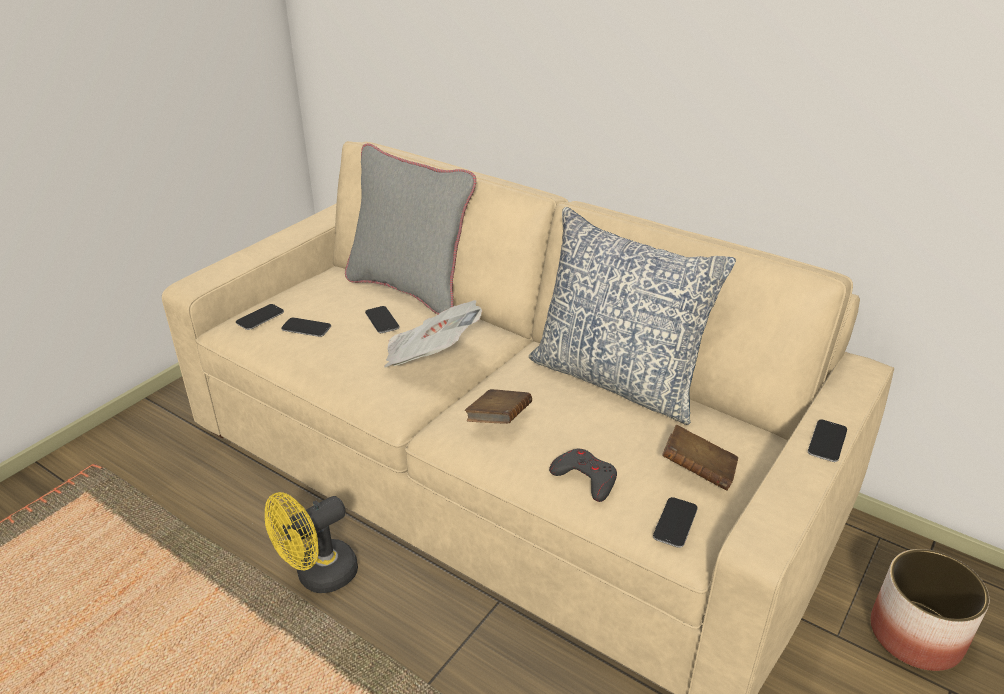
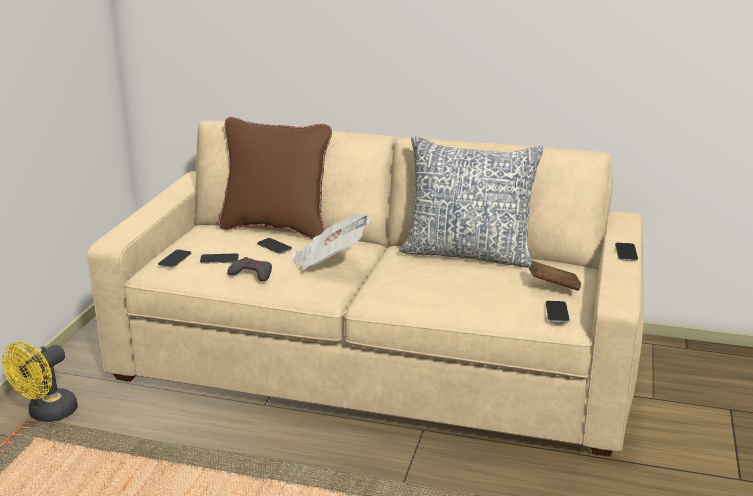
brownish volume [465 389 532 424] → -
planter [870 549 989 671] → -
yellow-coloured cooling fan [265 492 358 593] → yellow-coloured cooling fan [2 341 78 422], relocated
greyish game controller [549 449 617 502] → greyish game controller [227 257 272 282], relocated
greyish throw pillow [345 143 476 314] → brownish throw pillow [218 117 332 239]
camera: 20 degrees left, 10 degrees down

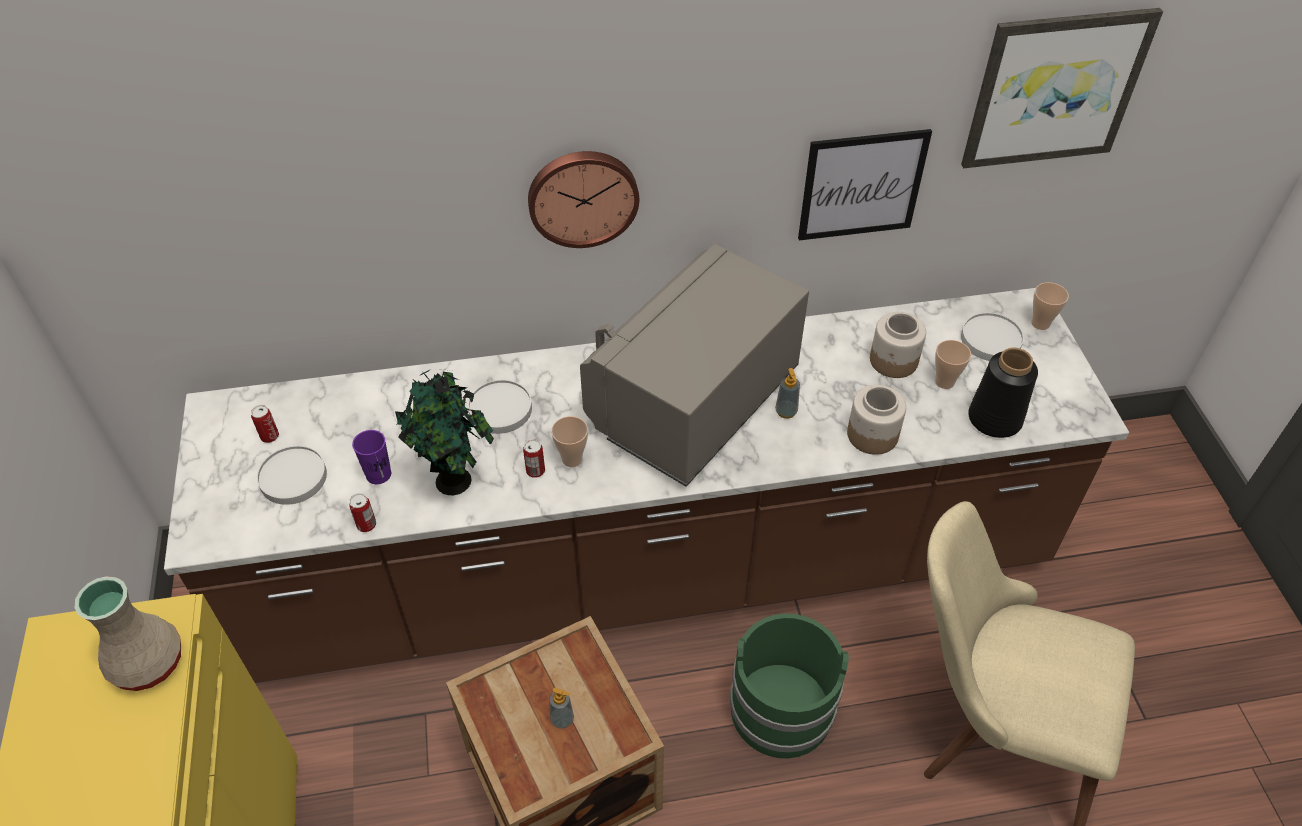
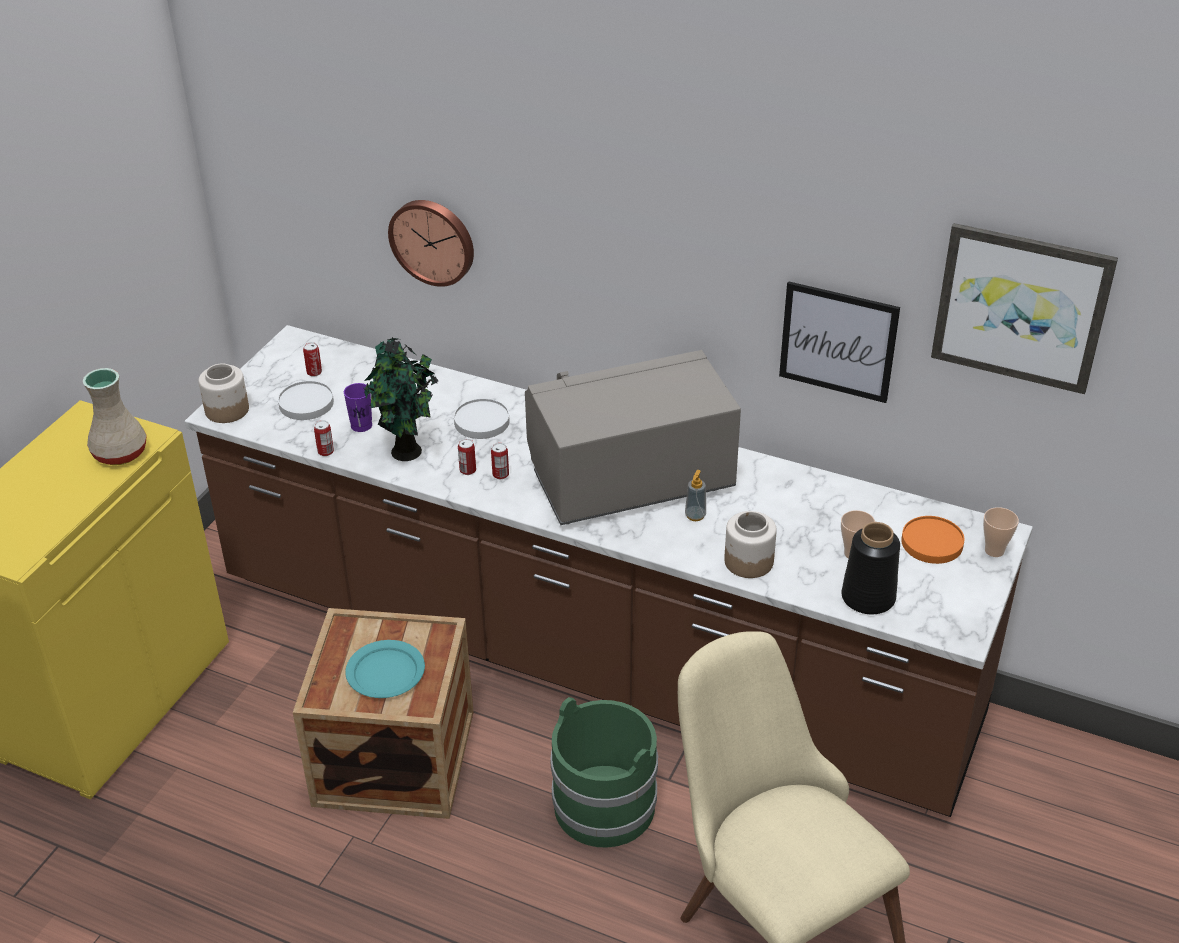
hanging clock [528 151 639 248] → hanging clock [388 200 474 287], relocated
storage jar [870 312 926 378] → storage jar [198 364 249 423], relocated
soap bottle [549 687 574 729] → turquoise-coloured dinner plate [345 640 425 698]
drinking cup [551 416 588 467] → sealed can [491 443 509 479]
white dinner plate [961 313 1024 361] → orangey dinner plate [901 516 964 564]
camera: 35 degrees right, 10 degrees down

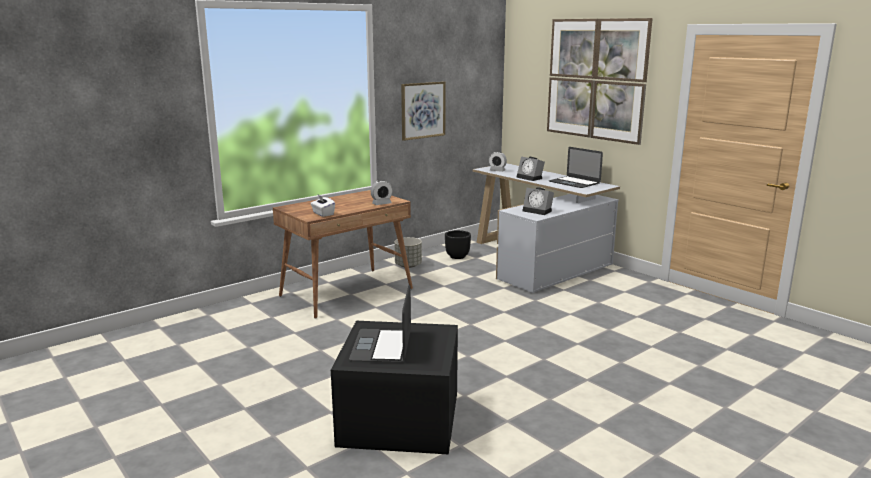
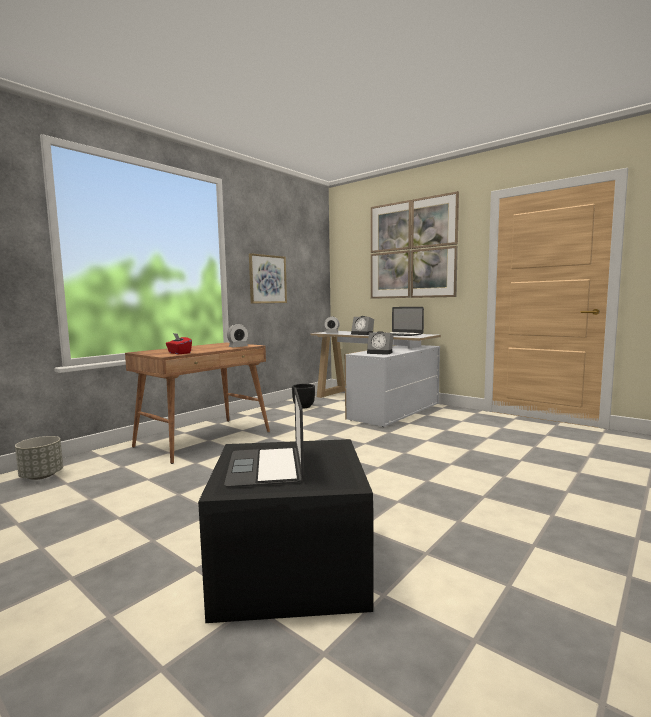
greyish planter [394 237 422 268] → greyish planter [15 436 63 480], relocated
white box of tissues [311 195 335 217] → red box of tissues [166 333 192 354]
camera: 10 degrees left, 10 degrees down

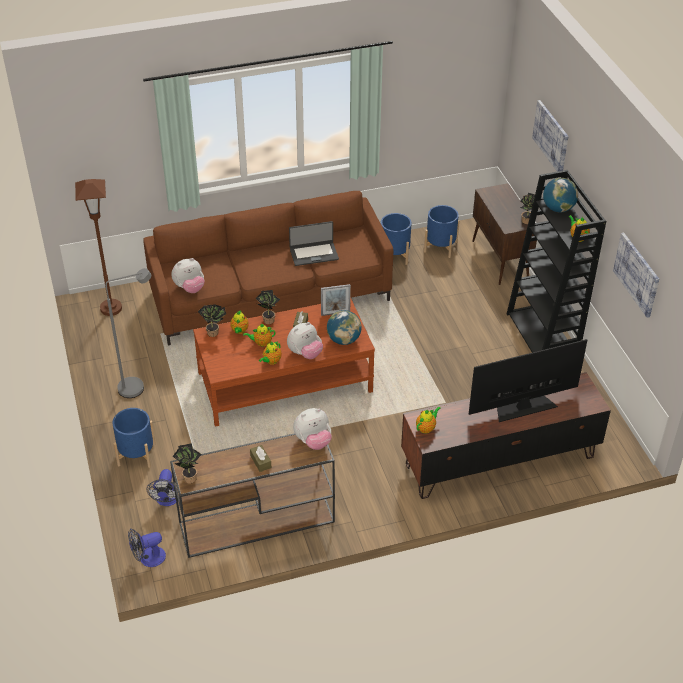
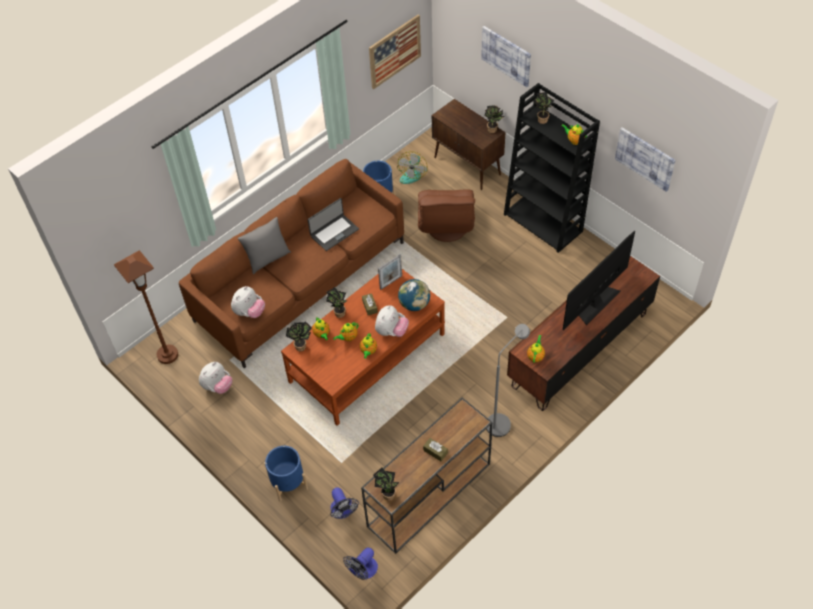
- → greyish throw pillow [238 217 291 274]
- → wall picture [369 15 421 89]
- → brownish armchair [418 189 475 242]
greyish floor lamp [105 268 151 398] → greyish floor lamp [486 324 530 437], relocated
cuddly toy [293 408 332 450] → cuddly toy [199 362 233 394], relocated
blue planter [424 205 459 258] → cooling fan [397 151 428 184]
globe [543 178 578 212] → plant in a pot [533 92 555 124]
camera: 25 degrees left, 10 degrees up

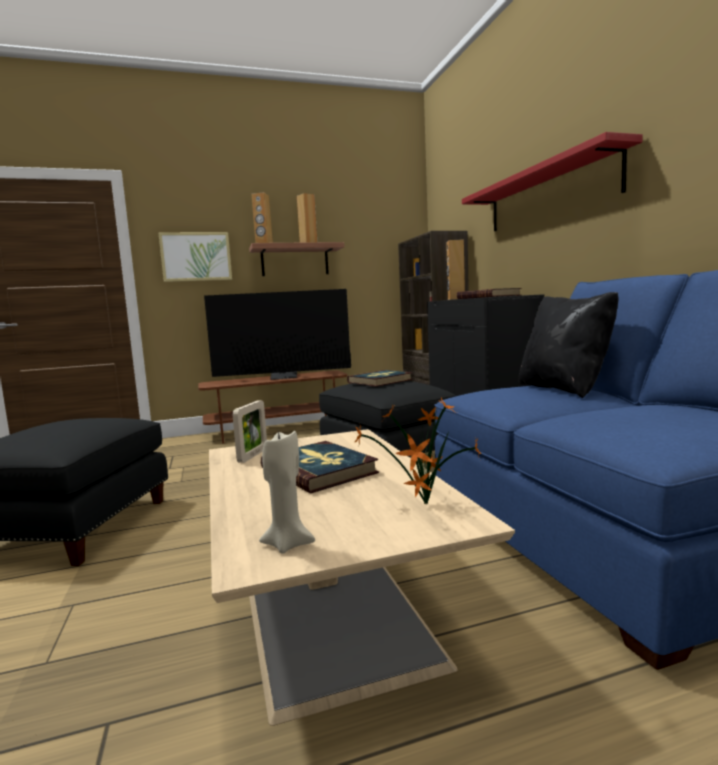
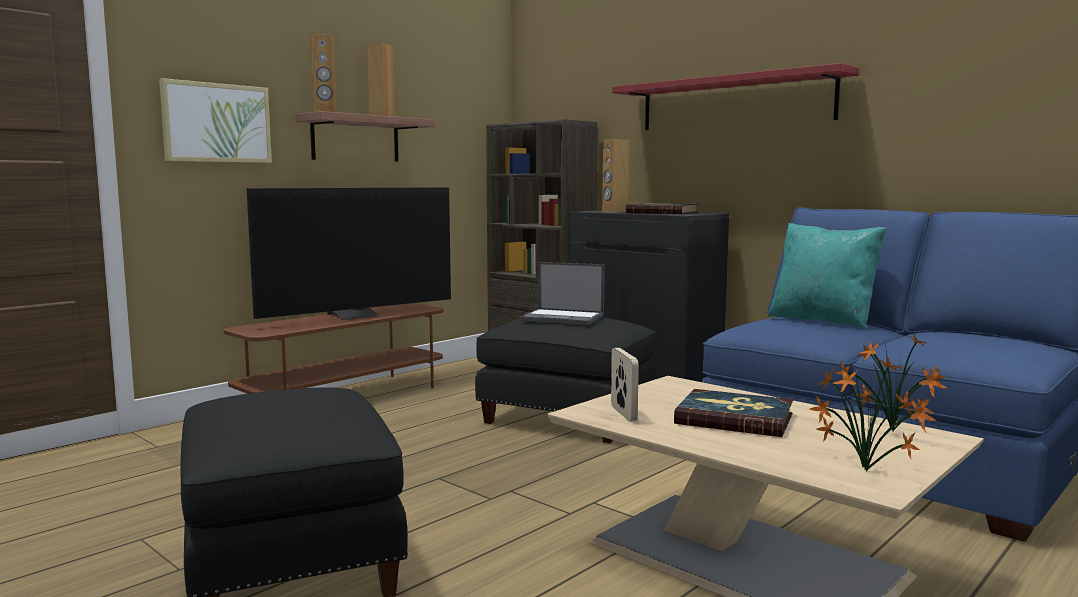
beige candle [259 430 315 554] → plant in a pot [809 357 936 472]
volume [347 370 413 387] → notebook computer [520 262 605 325]
black-coloured throw pillow [519 292 619 398] → turquoise-coloured throw pillow [768 223 886 329]
camera: 30 degrees left, 0 degrees up

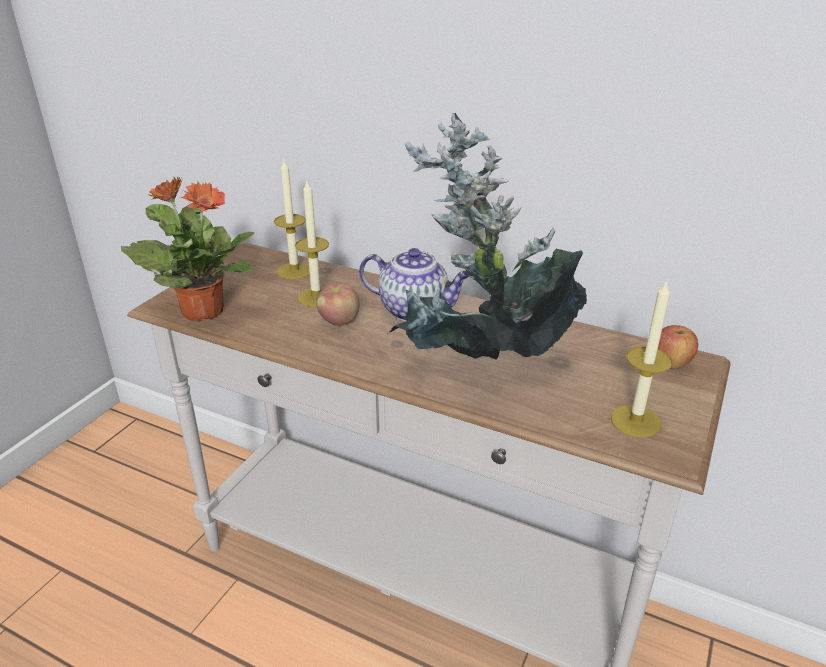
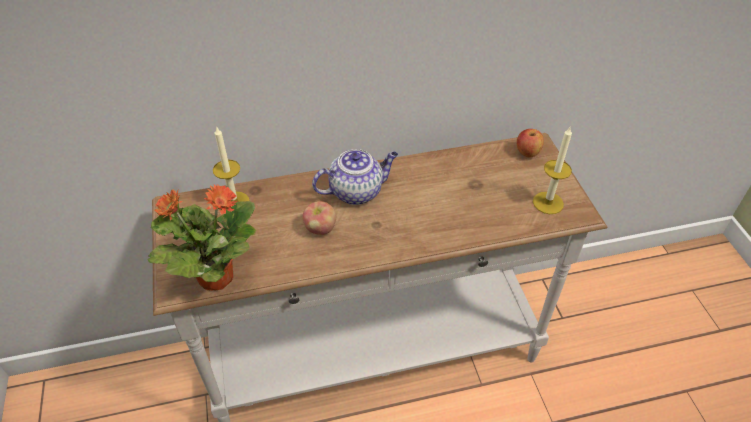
candle [295 179 329 307] → -
plant in a pot [389 113 587 359] → -
camera: 40 degrees left, 15 degrees up

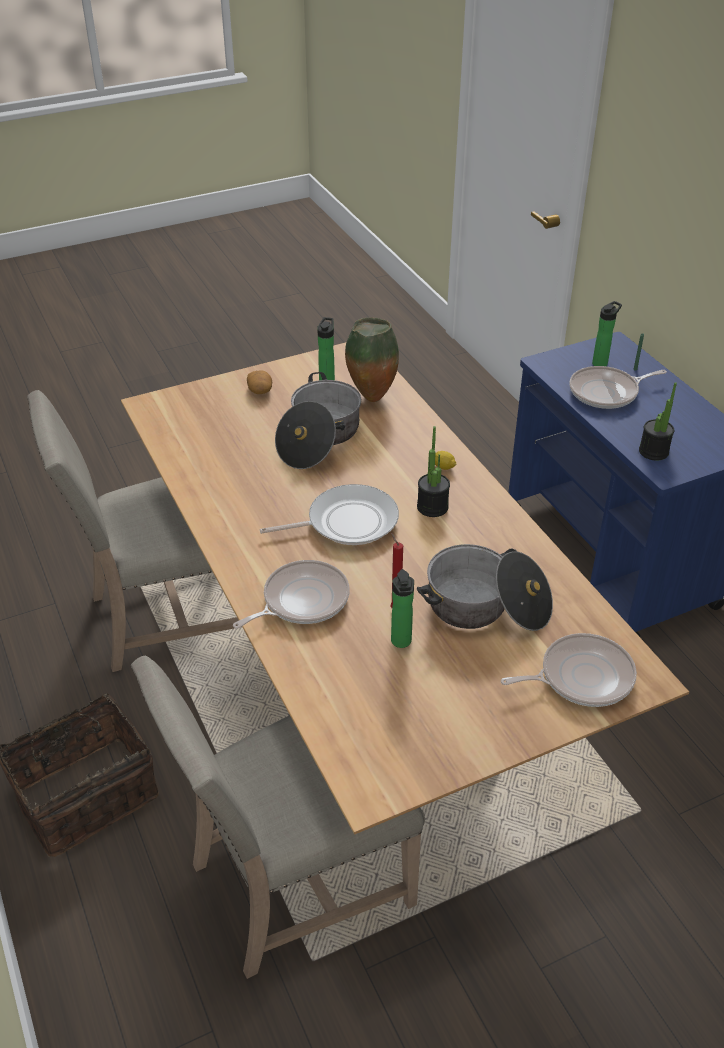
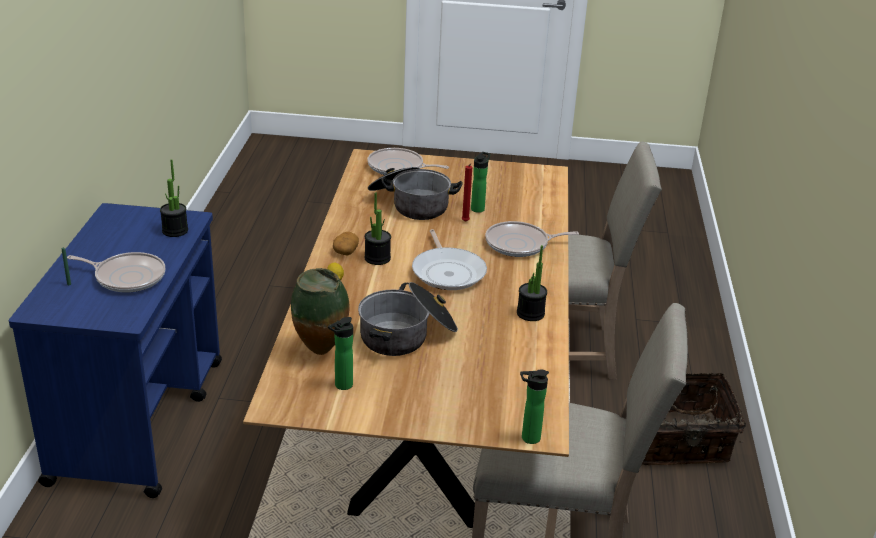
- → plant in a pot [517 245 547 321]
spud [247 370 272 394] → spud [333 232 359 255], relocated
beverage bottle [592 301 622 366] → beverage bottle [520 369 549 444], relocated
pan [260 484 399 545] → pan [412 229 487 290], 120 degrees counterclockwise
camera: 150 degrees left, 10 degrees down

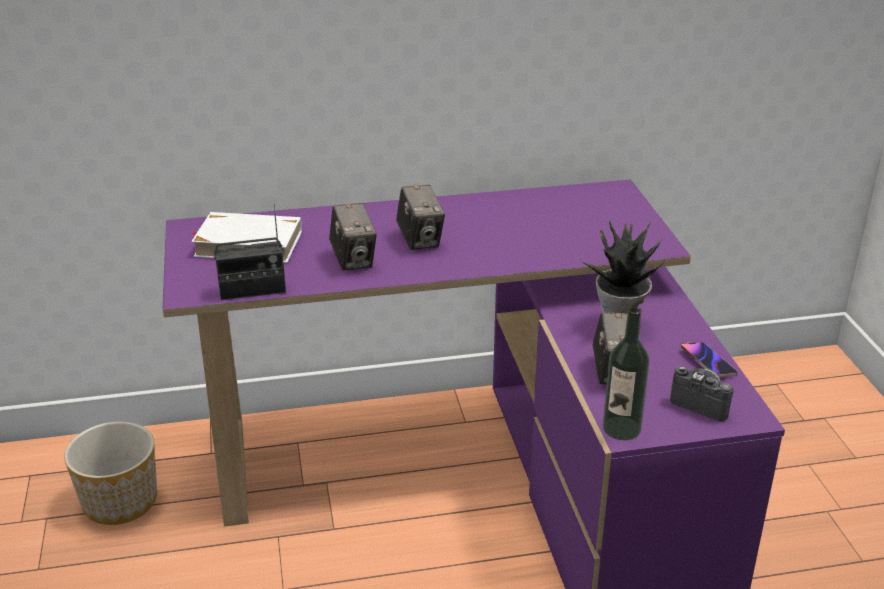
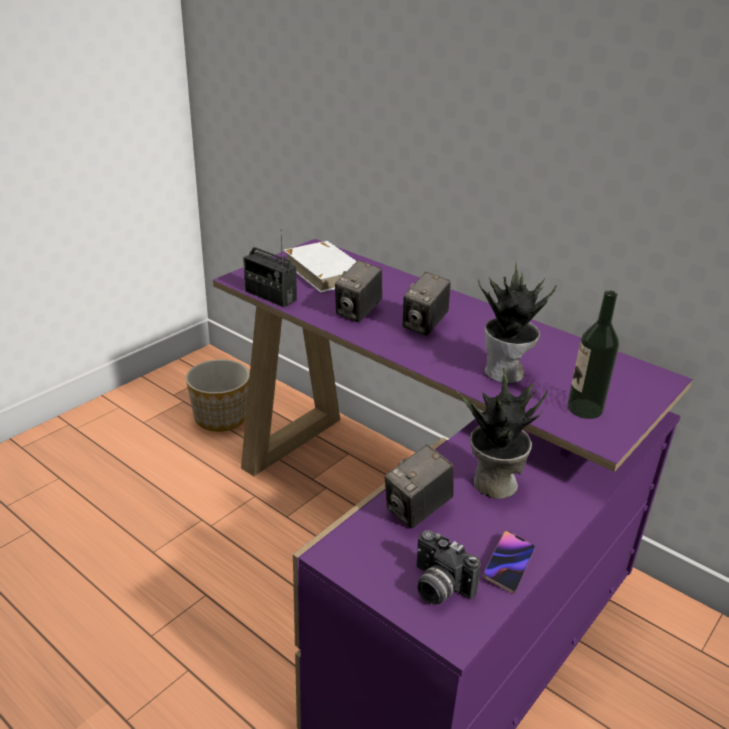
- → plant in a pot [478 263 557 383]
beverage bottle [603 306 650 440] → beverage bottle [567 290 619 419], relocated
still camera [670 366 734 421] → still camera [416 530 481 605], 135 degrees clockwise
camera: 50 degrees right, 0 degrees up

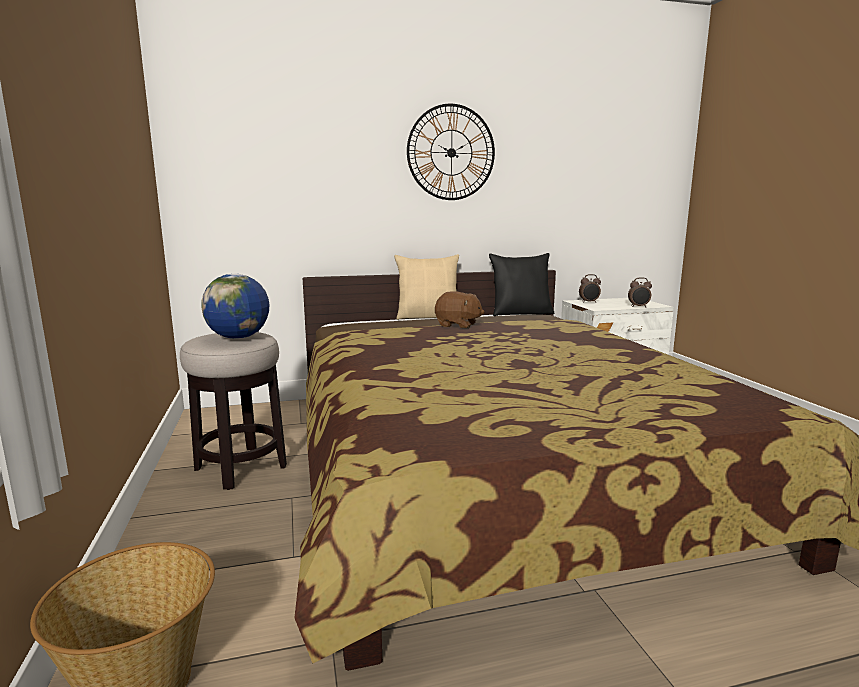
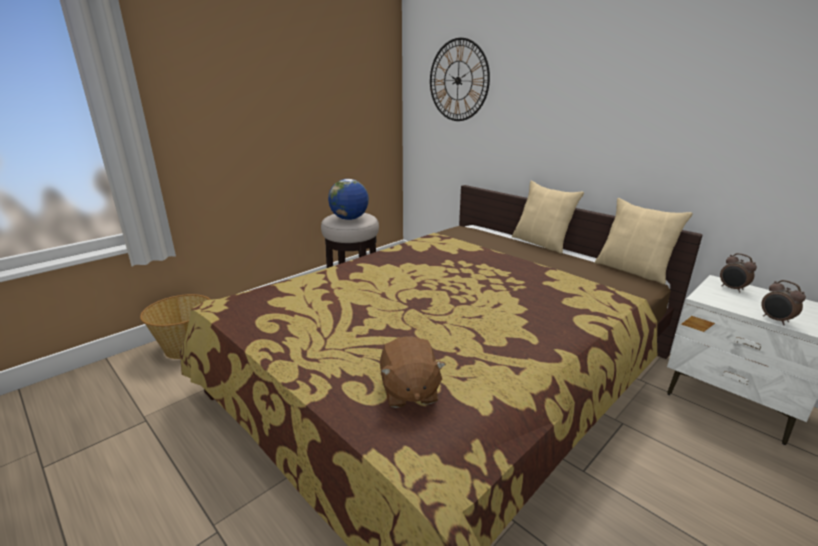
hanging clock [407 104 495 200] → hanging clock [430 38 490 121], relocated
brownish cuddly toy [435 291 484 329] → brownish cuddly toy [380 336 446 408], relocated
black-coloured throw pillow [489 253 554 316] → beige throw pillow [595 198 693 285]
camera: 60 degrees right, 10 degrees up

